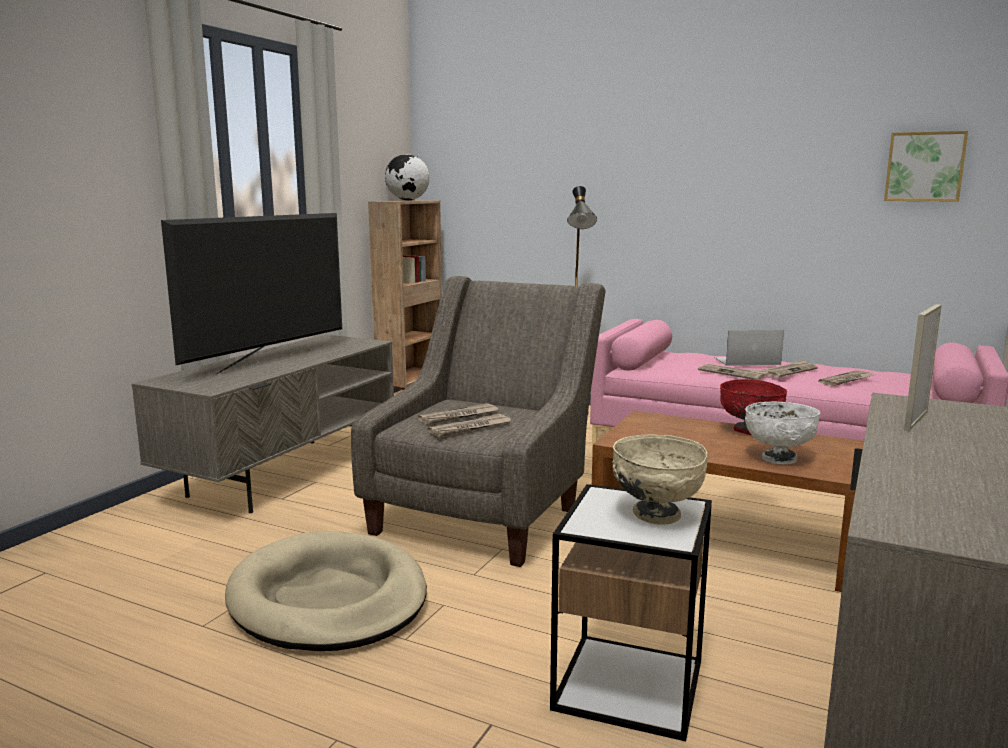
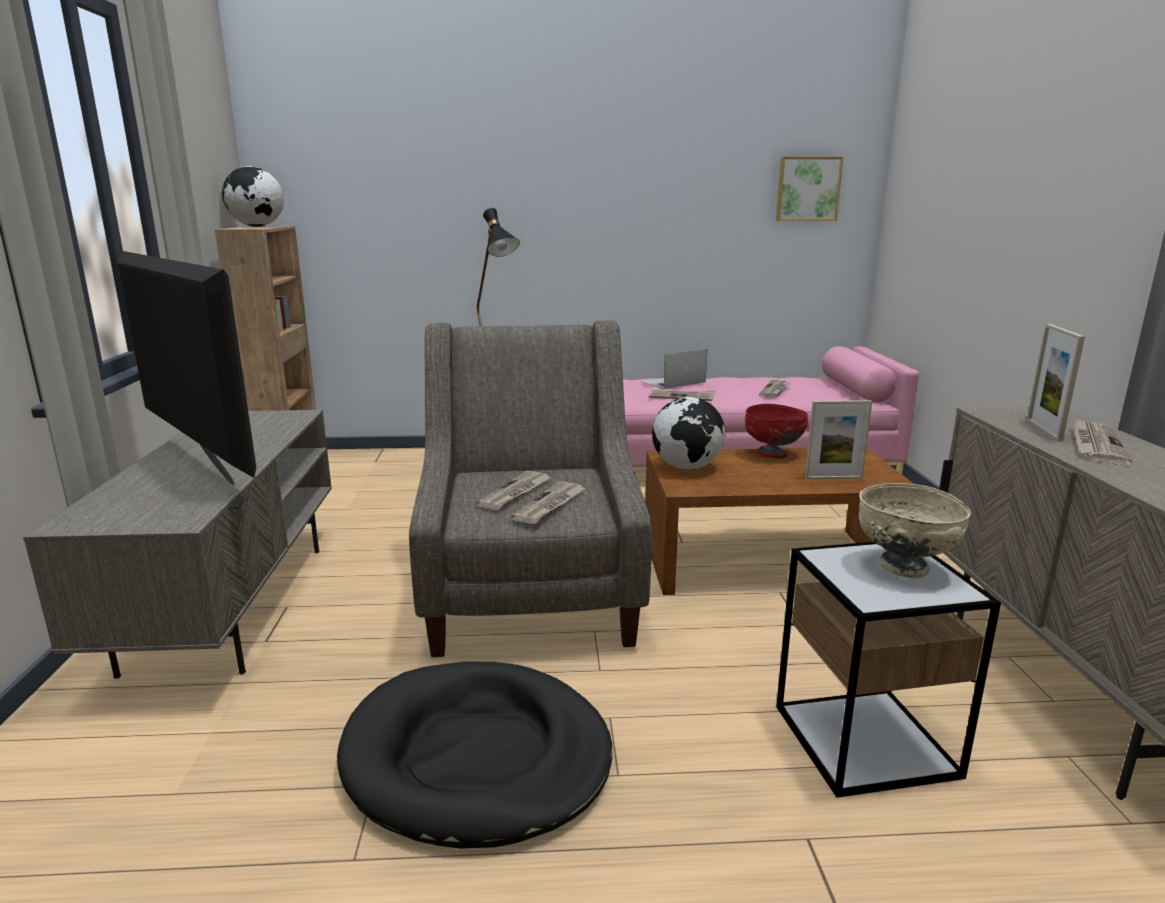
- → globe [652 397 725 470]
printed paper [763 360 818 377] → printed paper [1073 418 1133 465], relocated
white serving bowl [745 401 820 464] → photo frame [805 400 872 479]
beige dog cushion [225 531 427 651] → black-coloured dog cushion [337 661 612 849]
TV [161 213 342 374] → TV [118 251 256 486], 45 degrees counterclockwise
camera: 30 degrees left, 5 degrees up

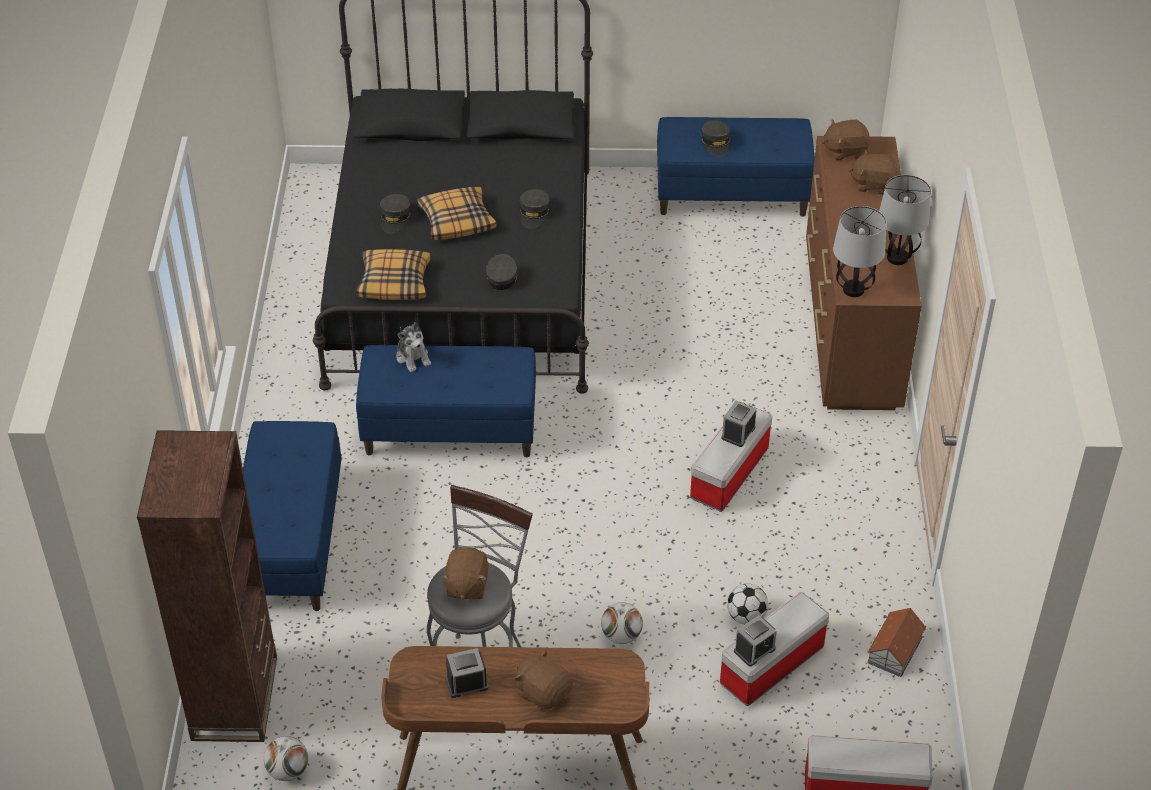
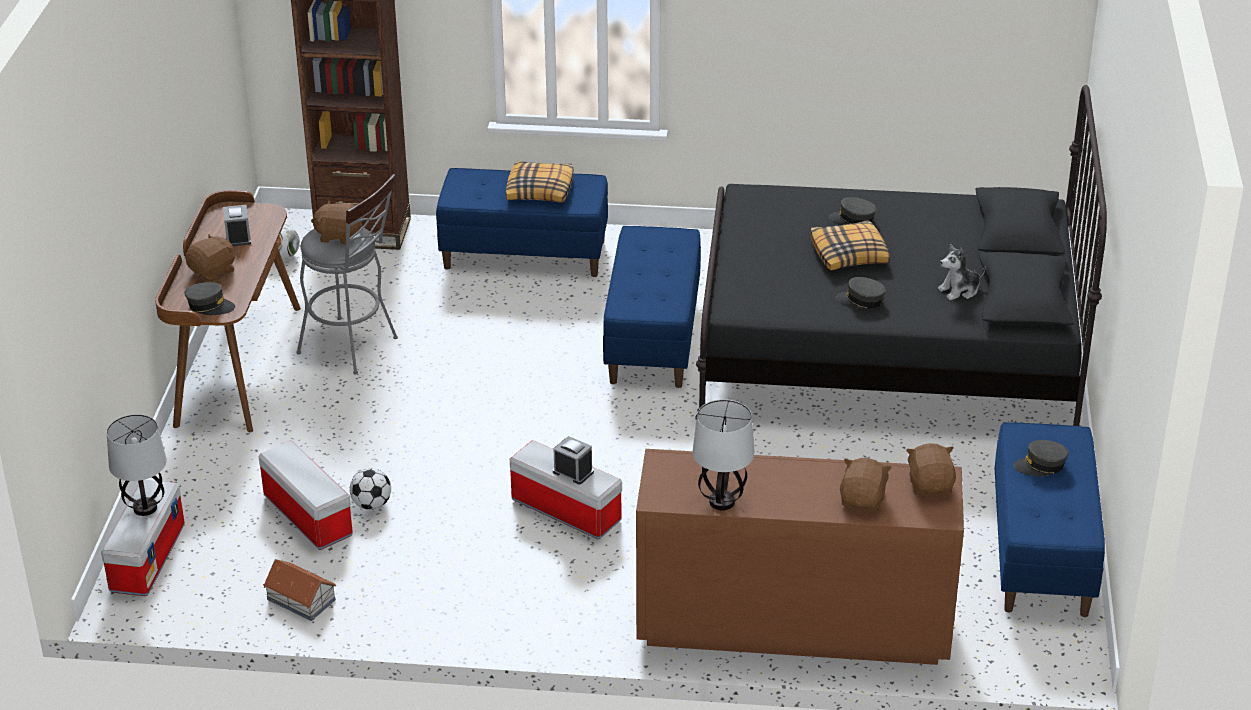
football [601 602 643 644] → -
bedside clock [734 615 777 667] → -
throw pillow [356 249 431 300] → throw pillow [506 161 573 203], relocated
cuddly toy [396 322 431 372] → cuddly toy [938 244 986 300], relocated
greyish baseball cap [486 254 518 290] → greyish baseball cap [185 282 235 315], relocated
tabletop lamp [833 206 886 297] → tabletop lamp [107 414 167 516], relocated
camera: 95 degrees right, 10 degrees down

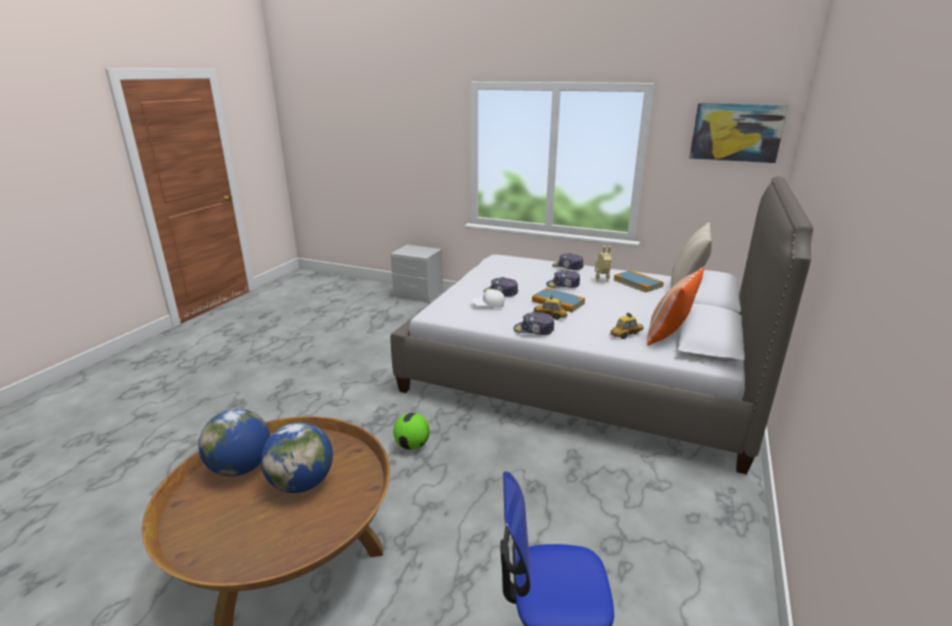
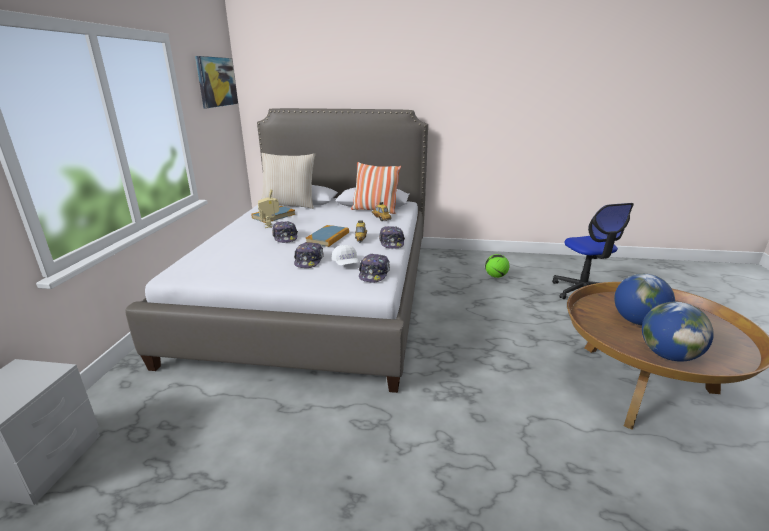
football [393 413 430 450] → football [485 254 509 278], relocated
baseball cap [552 253 583 270] → baseball cap [359 254 390 282], relocated
camera: 105 degrees left, 0 degrees up

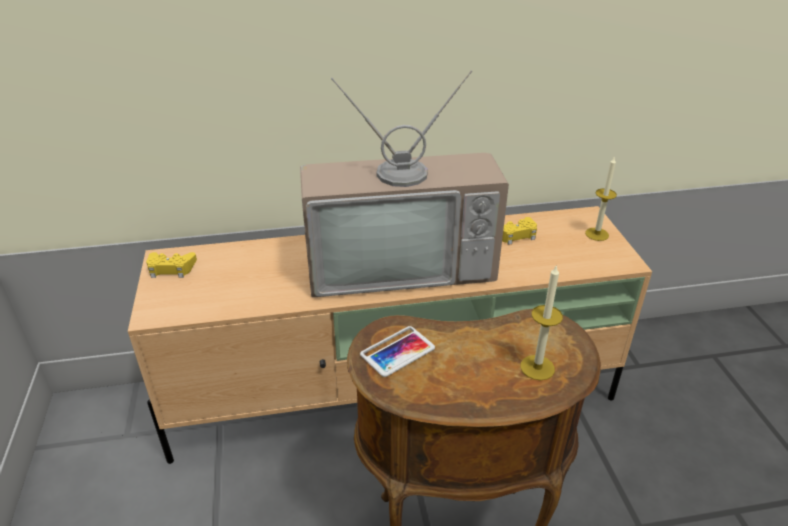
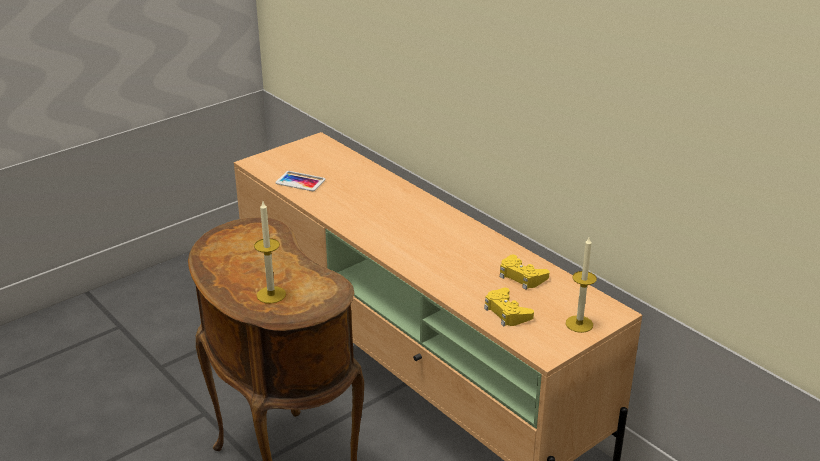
TV [300 71 509 297] → -
yellow-coloured game controller [146 252 197 278] → yellow-coloured game controller [484 288 534 326], relocated
handset [360 326 435 377] → handset [275 171 326 191], relocated
camera: 60 degrees right, 5 degrees down

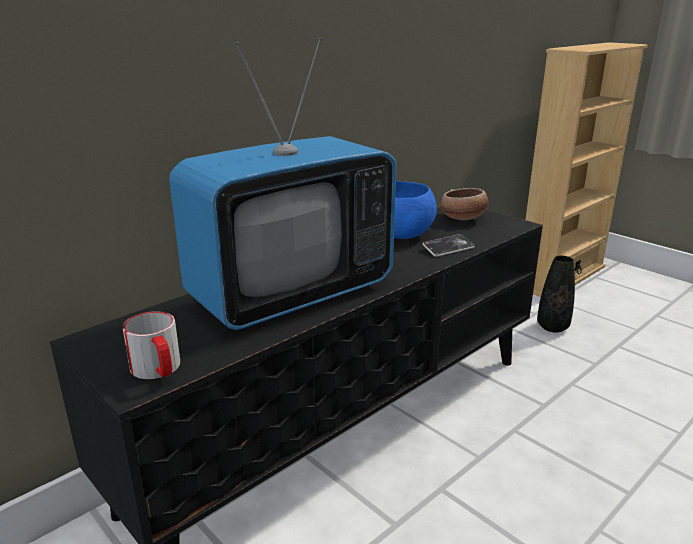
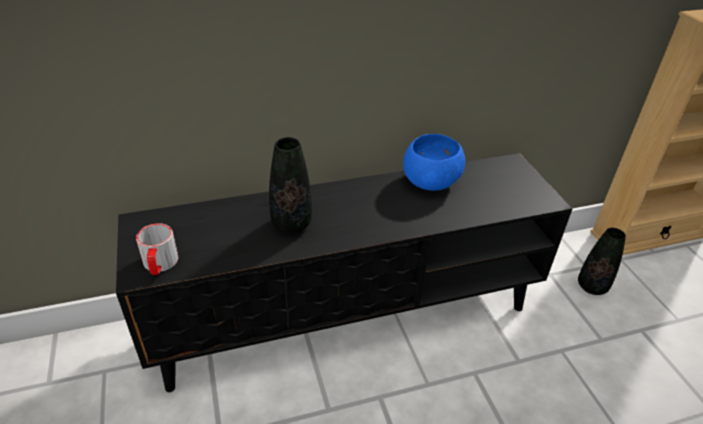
handset [423 234 475 257] → -
serving bowl [441 188 489 220] → -
TV [169 38 397 330] → black-coloured decorative vase [269 137 312 233]
camera: 25 degrees right, 15 degrees up

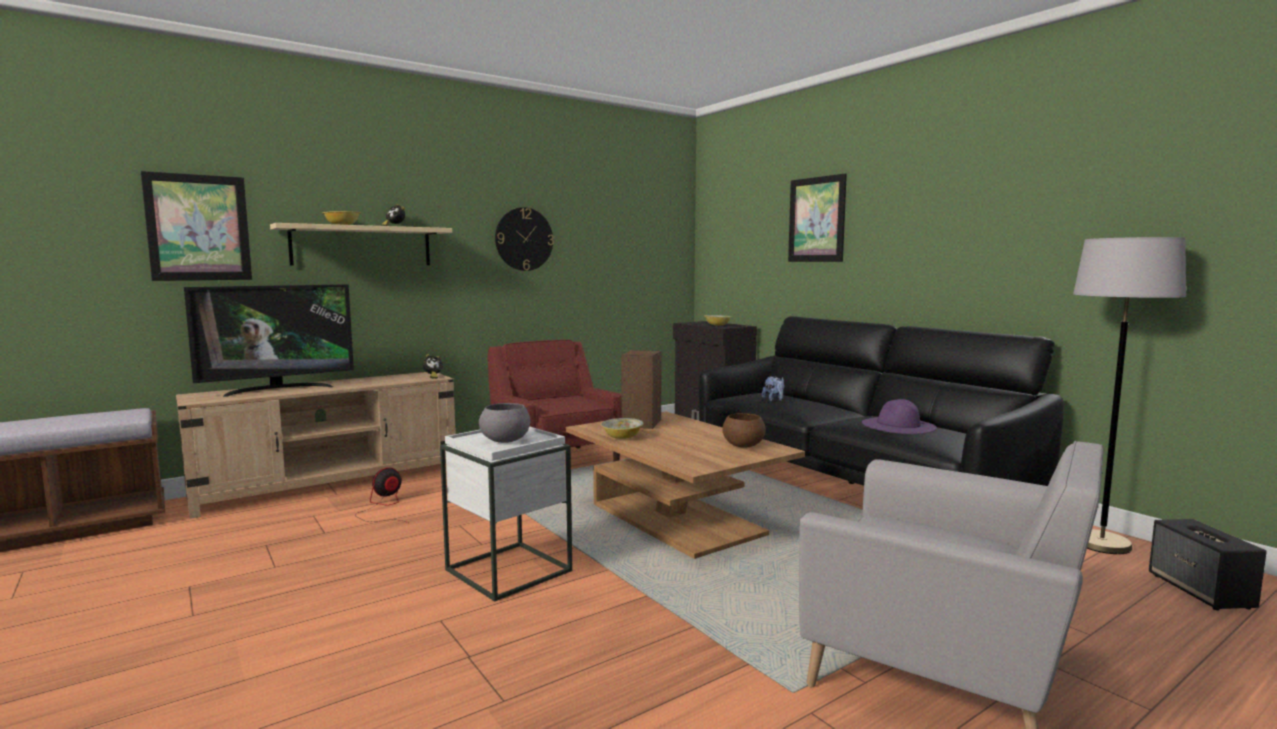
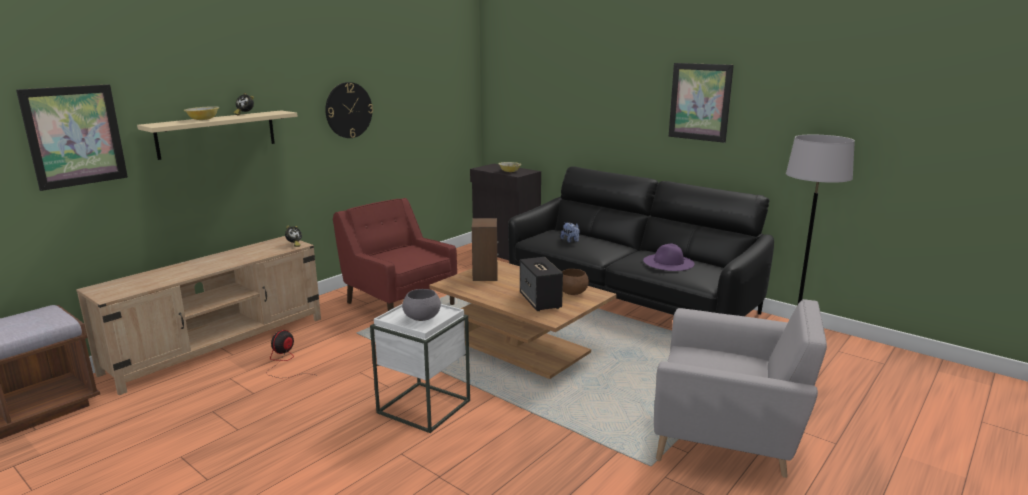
TV [184 284 354 397] → -
serving bowl [601 418 643 439] → -
wall picture [788 174 847 262] → wall picture [669 63 734 143], relocated
audio speaker [1149 519 1267 611] → audio speaker [520 257 563 311], relocated
camera: 15 degrees left, 10 degrees up

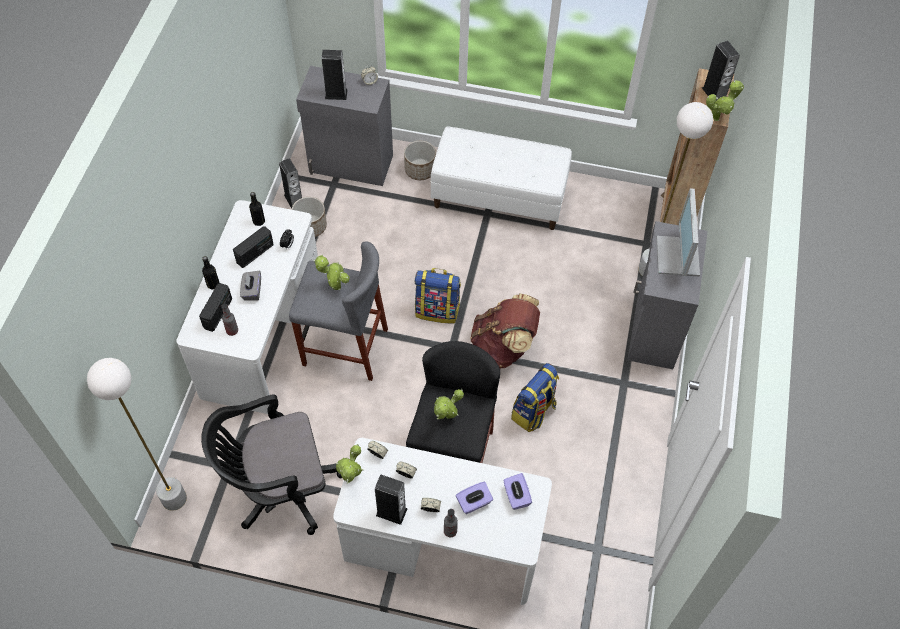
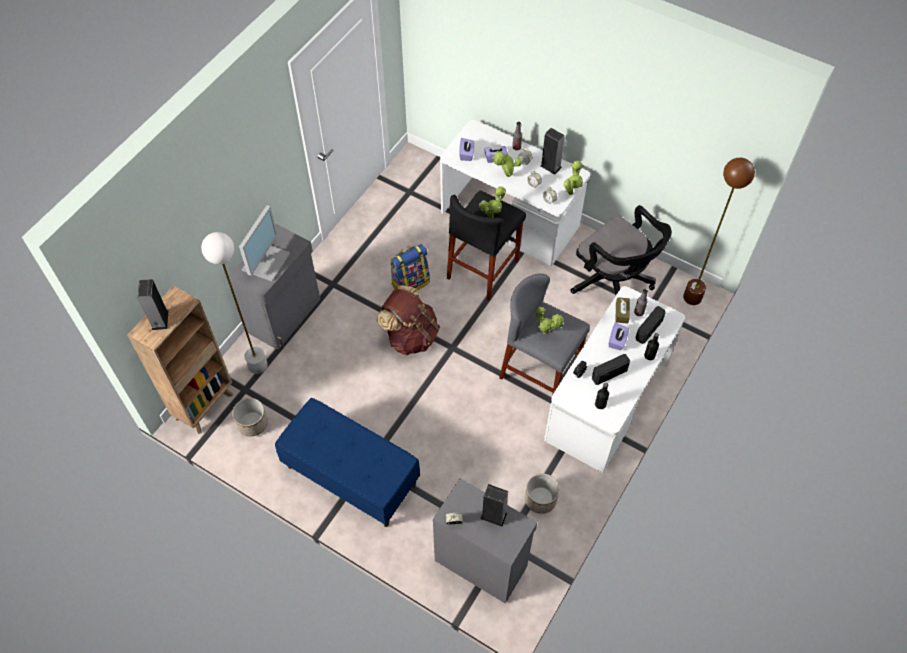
audio speaker [279 158 302 208] → -
backpack [415 268 461 323] → -
- → brownish box of tissues [616 297 630 323]
planter [404 141 436 180] → planter [232 398 268 436], relocated
plant in a pot [706 80 744 121] → plant in a pot [493 151 522 177], relocated
white floor lamp [87 358 187 510] → brownish floor lamp [683 158 755 305]
greyish box of tissues [240 271 261 301] → purple-coloured box of tissues [609 322 629 350]
white bench [430 126 572 230] → blue bench [275 398 420 527]
black-coloured computer chair [201 395 342 535] → black-coloured computer chair [570 205 672 295], 45 degrees clockwise
camera: 160 degrees left, 0 degrees up

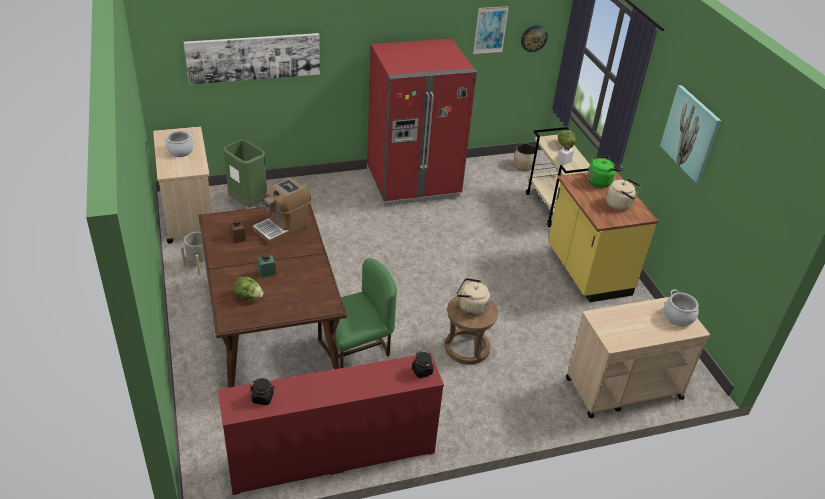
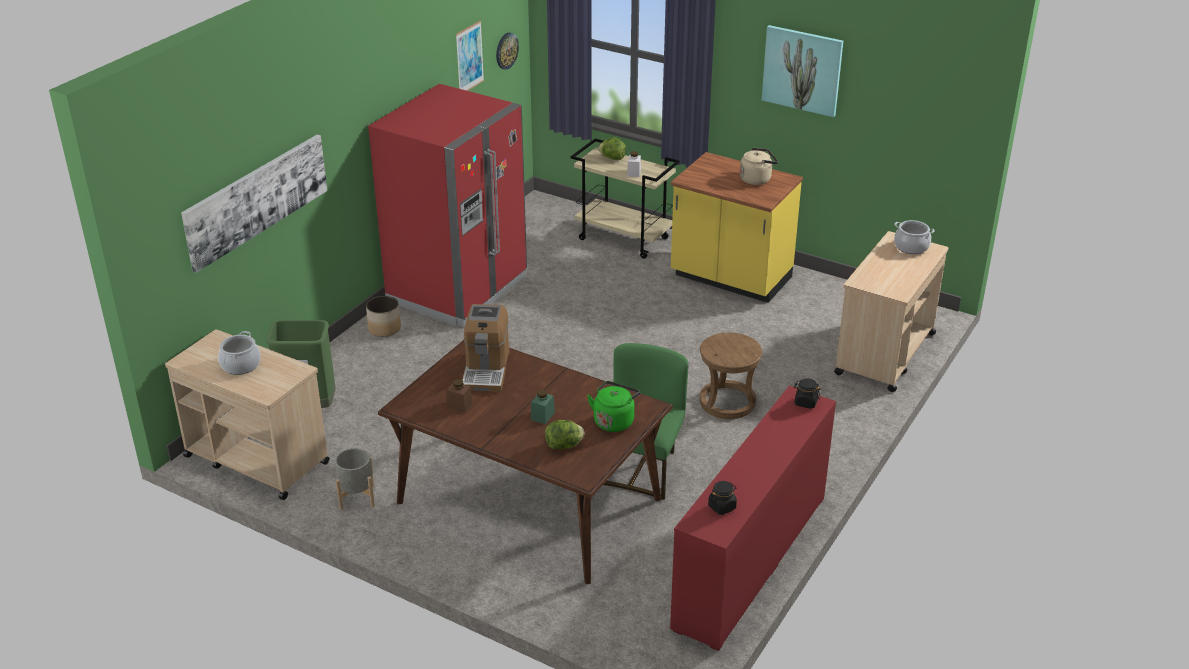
beige kettle [457 278 490 315] → -
planter [514 143 537 170] → planter [366 296 401 337], relocated
greenish kettle [587 156 622 188] → greenish kettle [587 381 640 432], relocated
camera: 40 degrees left, 5 degrees down

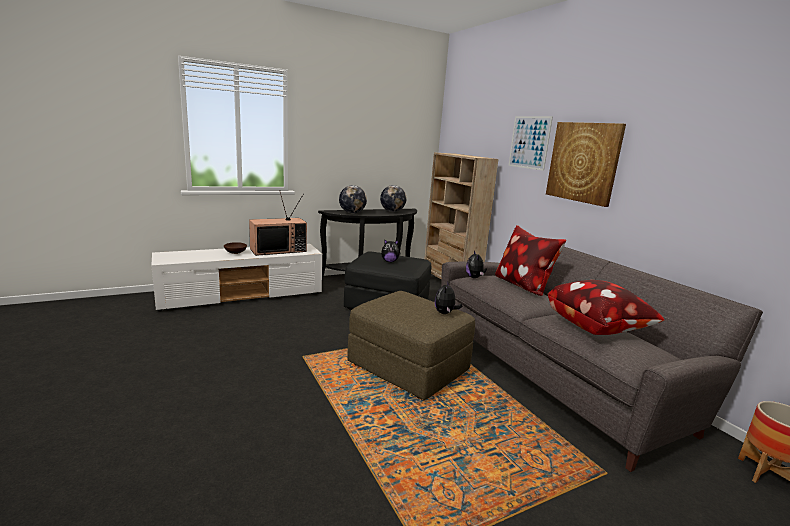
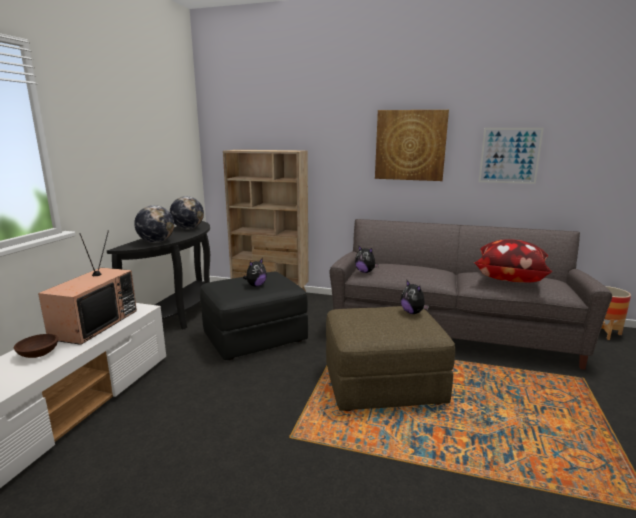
throw pillow [495 225 566 296] → -
wall picture [509 116 553 171] → wall picture [479 128 544 184], relocated
camera: 45 degrees left, 0 degrees up

